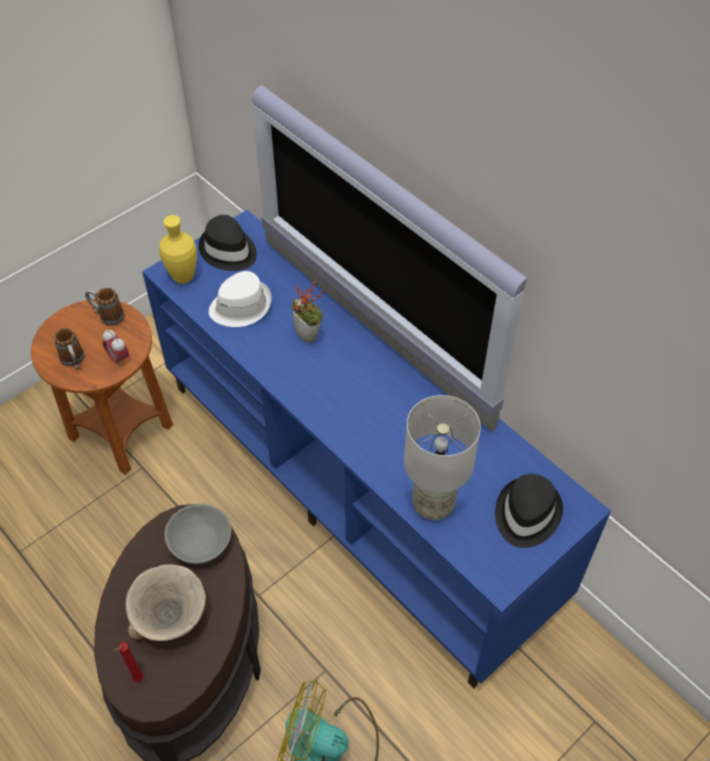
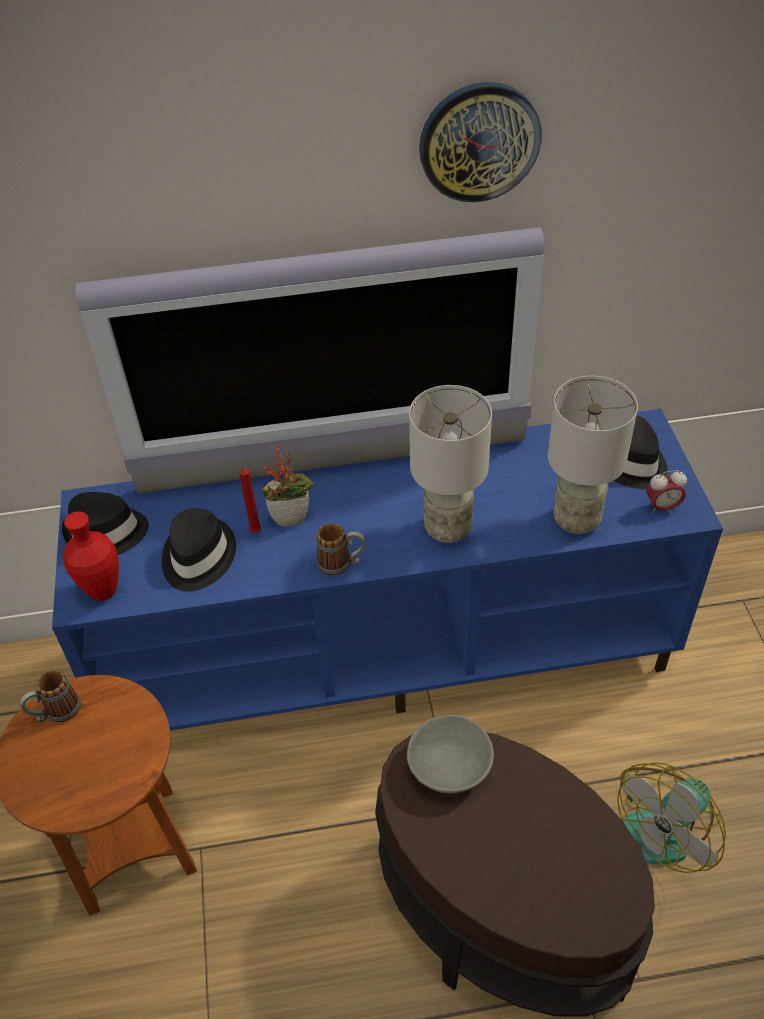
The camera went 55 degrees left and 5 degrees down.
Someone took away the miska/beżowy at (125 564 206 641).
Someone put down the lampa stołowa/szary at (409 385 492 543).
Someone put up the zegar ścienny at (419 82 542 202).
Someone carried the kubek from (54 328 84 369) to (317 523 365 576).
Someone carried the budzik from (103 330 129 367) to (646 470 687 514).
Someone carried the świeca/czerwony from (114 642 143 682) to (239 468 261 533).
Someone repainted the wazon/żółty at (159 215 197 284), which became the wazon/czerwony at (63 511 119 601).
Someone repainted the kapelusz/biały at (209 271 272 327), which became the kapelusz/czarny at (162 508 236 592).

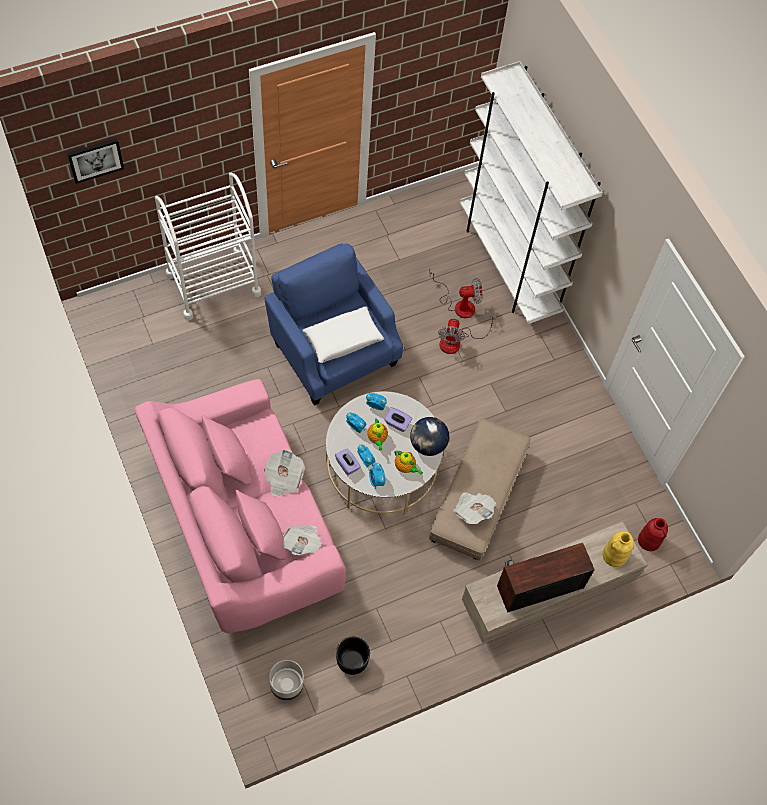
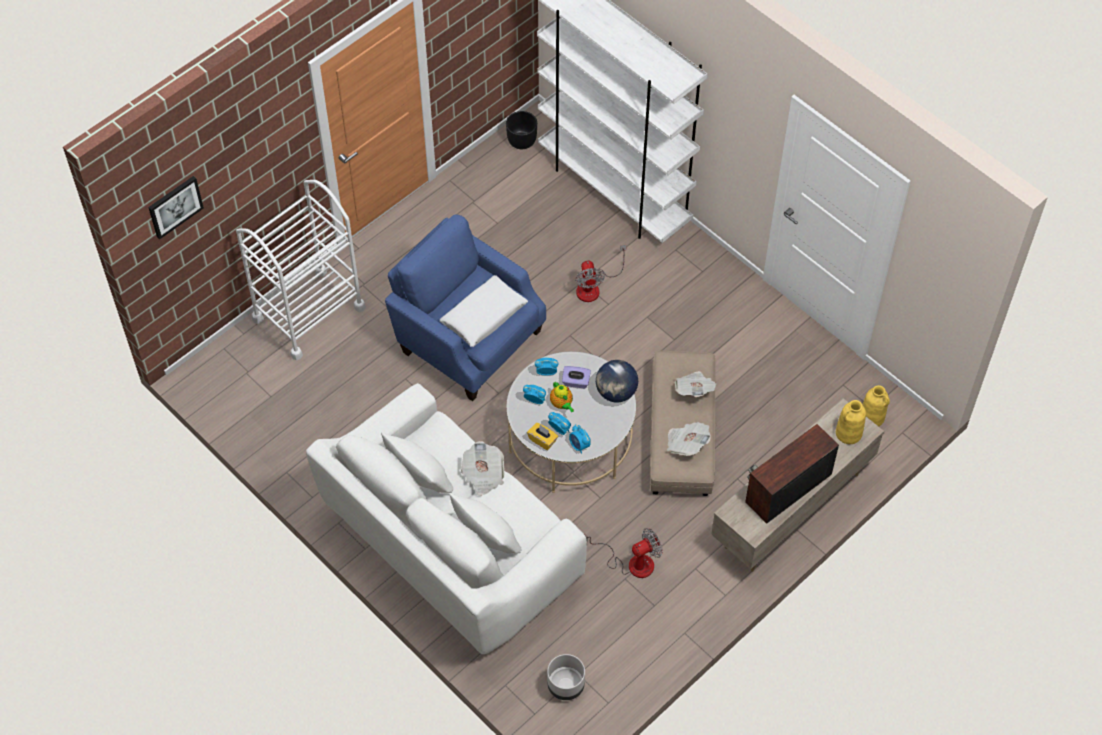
The camera went 15 degrees left and 5 degrees down.
Someone took away the imbryk at (394 450 423 475).
Someone carried the gazeta from (282 525 322 555) to (675 371 717 397).
Someone carried the donica/czarny from (336 637 370 675) to (506 111 537 149).
Someone carried the wentylator from (429 270 483 318) to (584 528 663 578).
Someone repainted the kanapa/różowy at (134 379 346 633), which became the kanapa/biały at (306 383 587 654).
Someone repainted the pudełko chusteczek/fioletowy at (335 449 361 476), which became the pudełko chusteczek/żółty at (527 423 558 450).
Someone repainted the wazon/czerwony at (638 518 668 551), which became the wazon/żółty at (862 385 890 426).

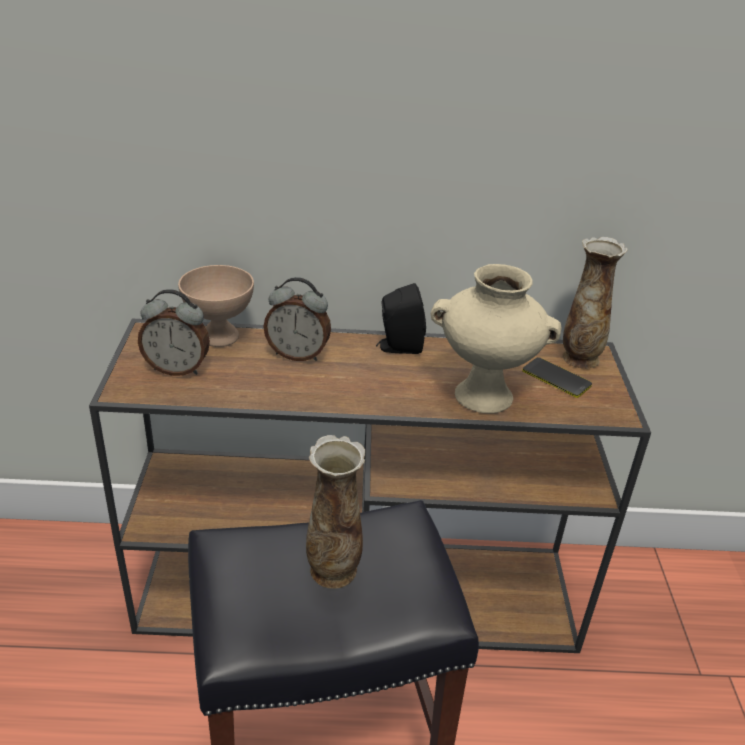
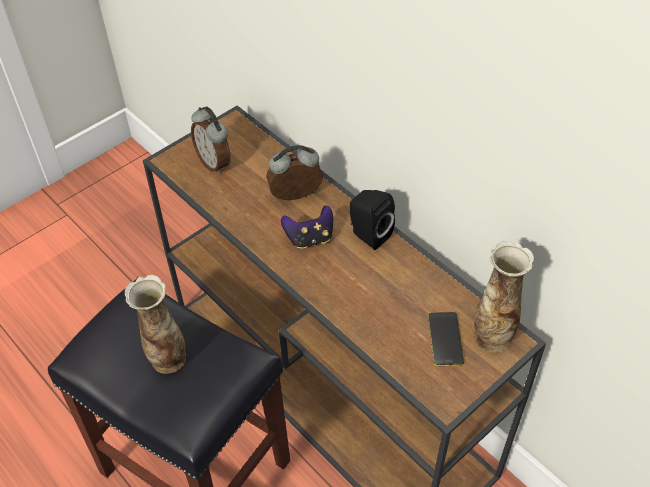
The camera went 50 degrees right and 15 degrees up.
Someone took away the miska/beżowy at (178 265 254 347).
Someone took away the wazon/beżowy at (431 264 562 413).
Someone put down the pad do gier at (281 205 333 249).
Someone rotated the budzik at (263 277 331 361) by 105 degrees clockwise.

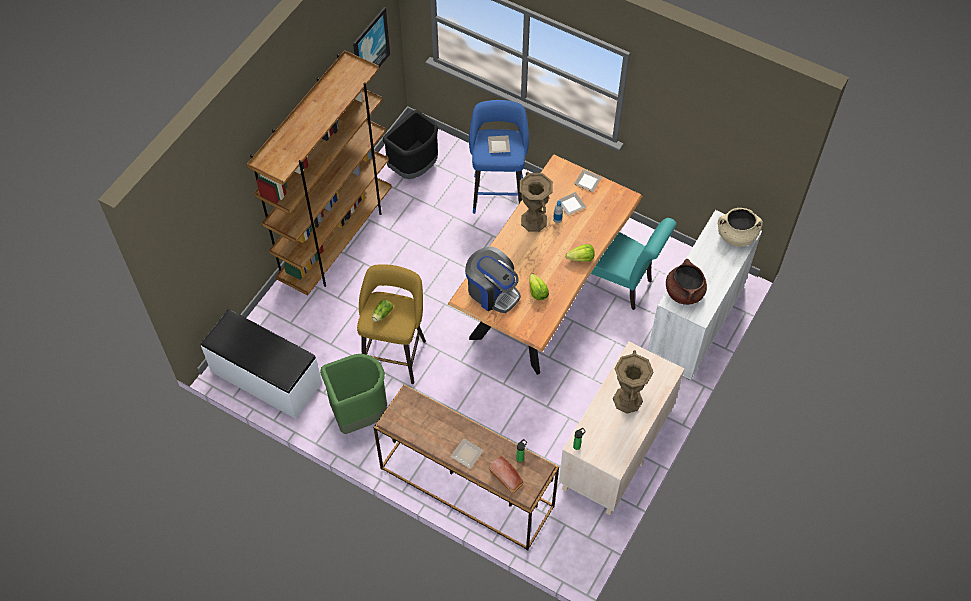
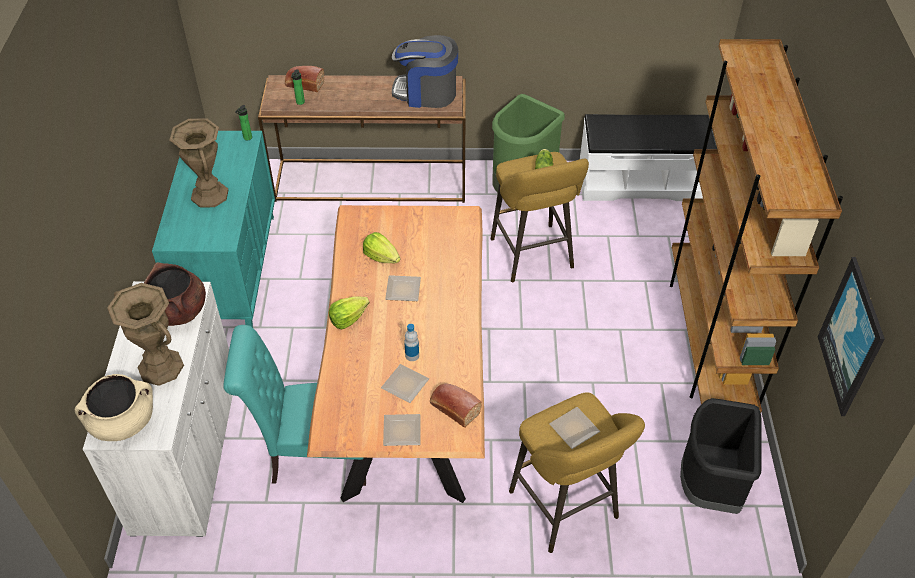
The camera went 150 degrees right and 10 degrees down.
Someone put down the chleb at (430 383 482 428).
Someone carried the talerz from (450 438 484 469) to (385 275 421 301).
Someone carried the ekspres do kawy from (465 247 521 313) to (392 35 458 108).
Someone carried the wazon/brązowy from (519 172 553 232) to (107 283 184 386).
Someone repainted the stołek/niebieski at (469 100 529 214), which became the stołek/żółty at (509 392 645 553).
Someone repainted the komoda/beżowy at (559 341 684 515), which became the komoda/turkusowy at (152 131 275 327).

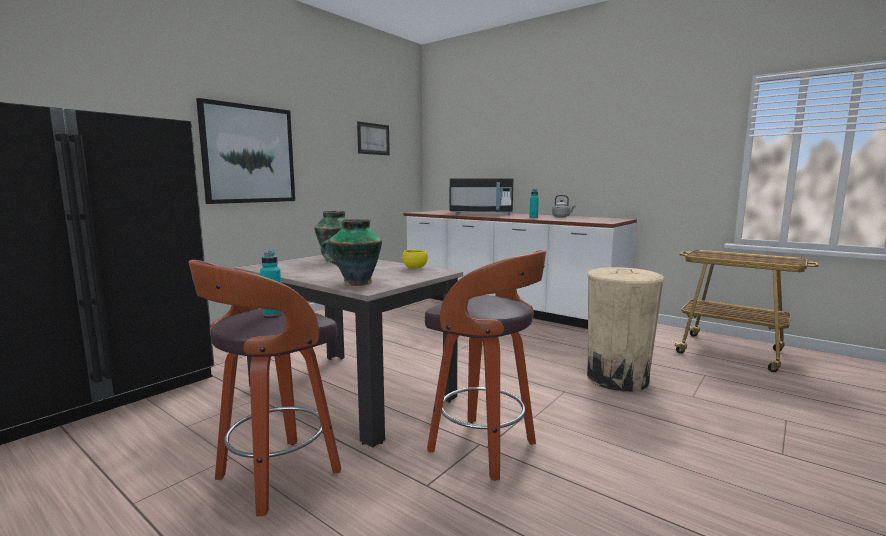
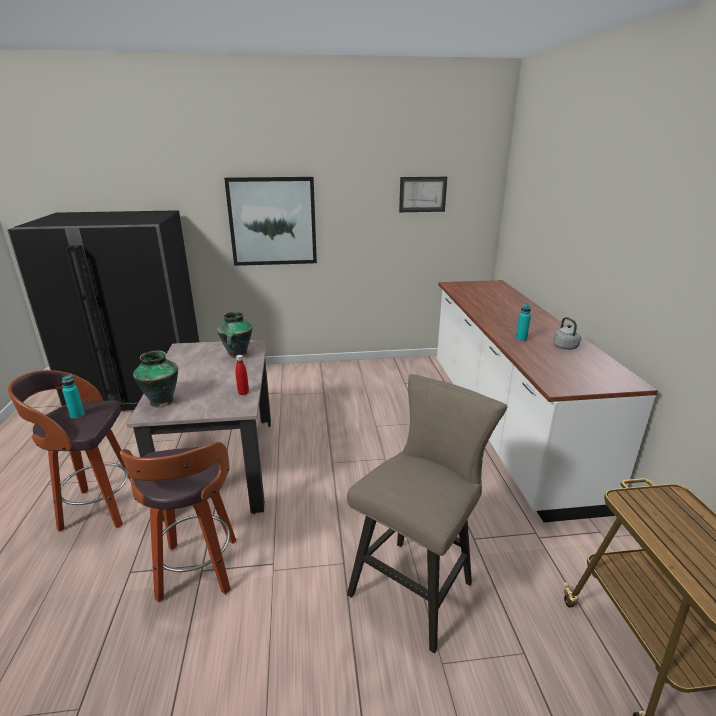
The camera went 45 degrees right and 15 degrees up.
Someone took away the mikrofalówka/czarny at (450 178 513 215).
Someone swapped the miska/żółty at (402 250 428 269) for the butelka/czerwony at (236 355 249 395).
Someone swapped the kosz na śmieci/beżowy at (587 267 665 392) for the stołek/beżowy at (347 374 507 654).

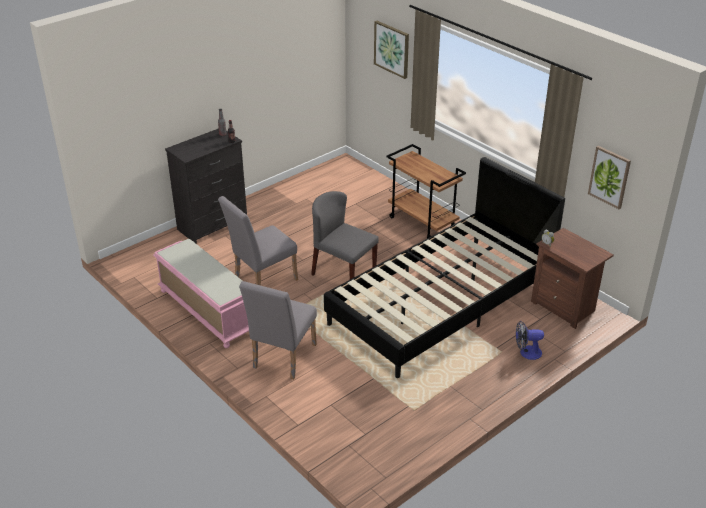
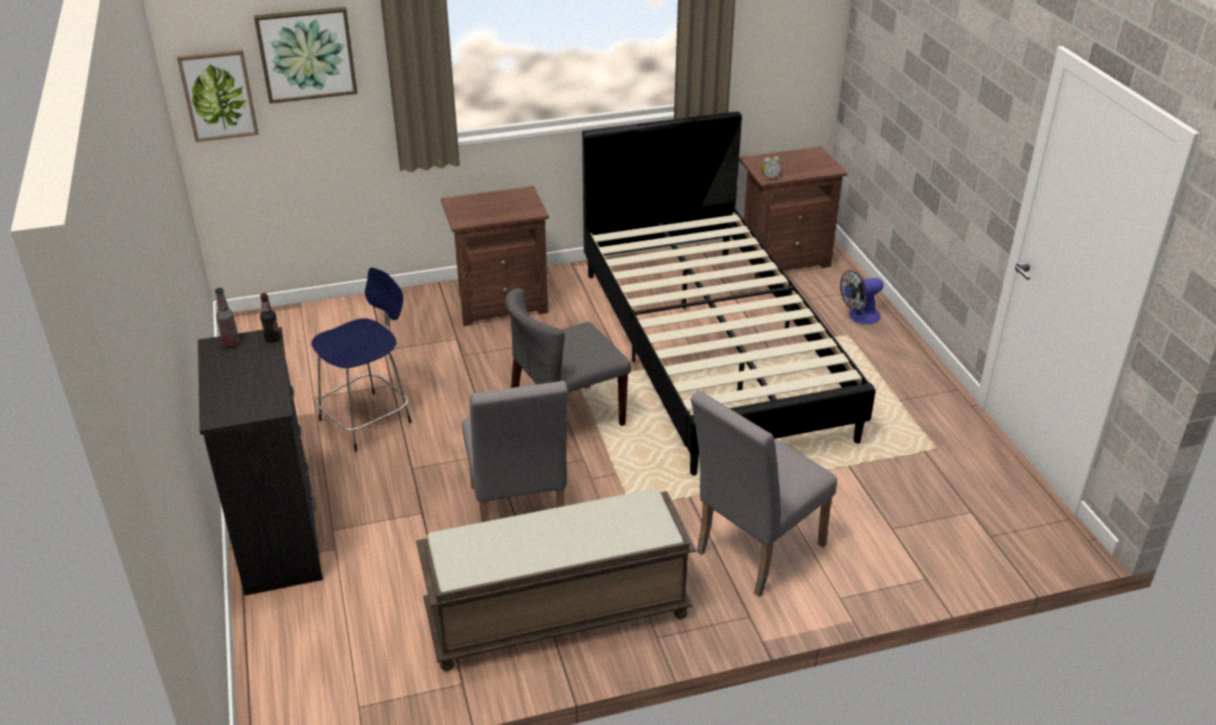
The camera went 65 degrees left and 0 degrees up.
Someone put down the stołek/niebieski at (311 268 412 452).
Someone carried the obraz from (588 146 631 209) to (177 49 259 142).
Someone swapped the wózek/brązowy at (386 144 466 238) for the szafka nocna/brązowy at (441 186 549 326).
Someone repainted the ławka/różowy at (153 239 249 348), which became the ławka/brązowy at (416 489 696 671).
Someone rotated the krzesło/szary at (239 281 317 379) by 90 degrees clockwise.
Someone rotated the wentylator at (516 321 544 360) by 45 degrees clockwise.

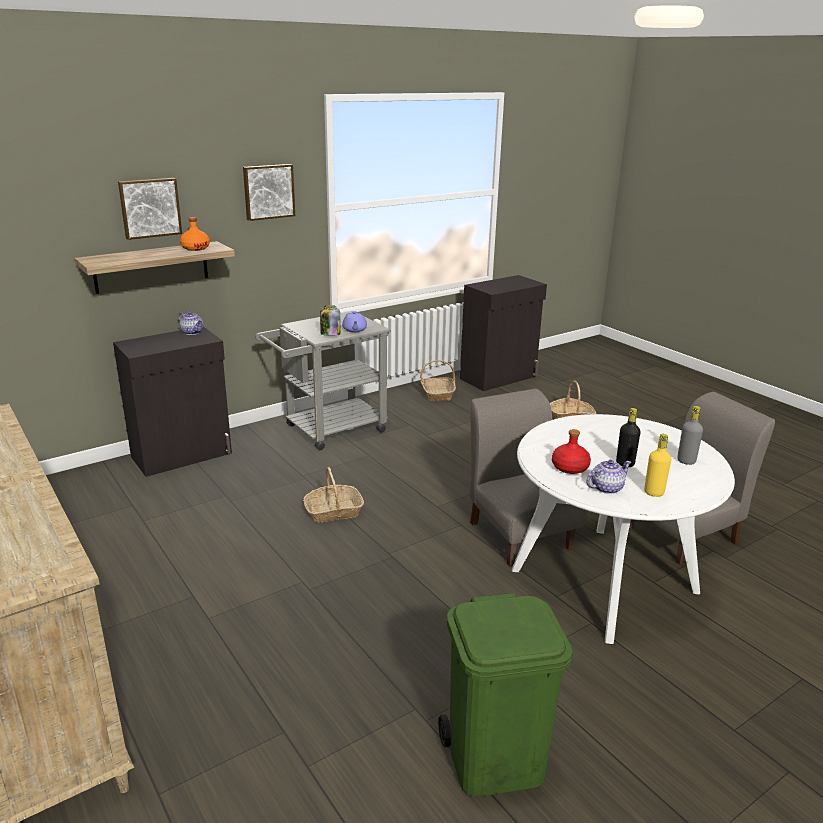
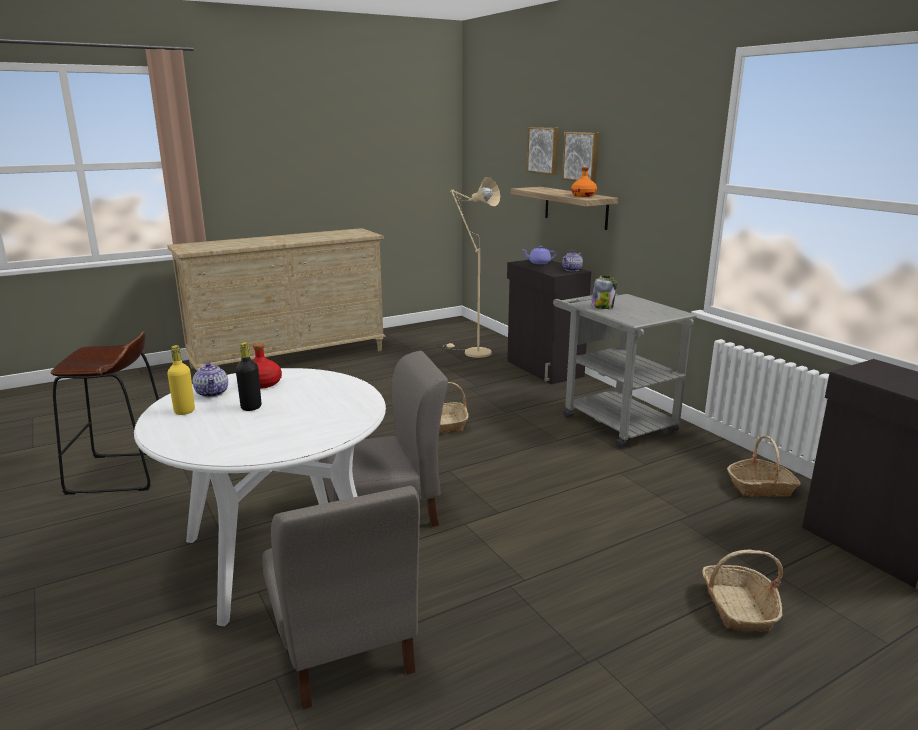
The camera went 95 degrees right and 5 degrees down.
Someone took away the butelka/szary at (677 406 703 465).
Someone put down the lampa stojąca/beżowy at (443 177 500 358).
Someone carried the obraz from (243 164 295 221) to (527 127 559 175).
Someone carried the imbryk/fioletowy from (342 311 367 332) to (523 246 557 264).
Someone swapped the kosz na śmieci/zielony at (438 593 573 797) for the stołek/brązowy at (51 331 159 495).

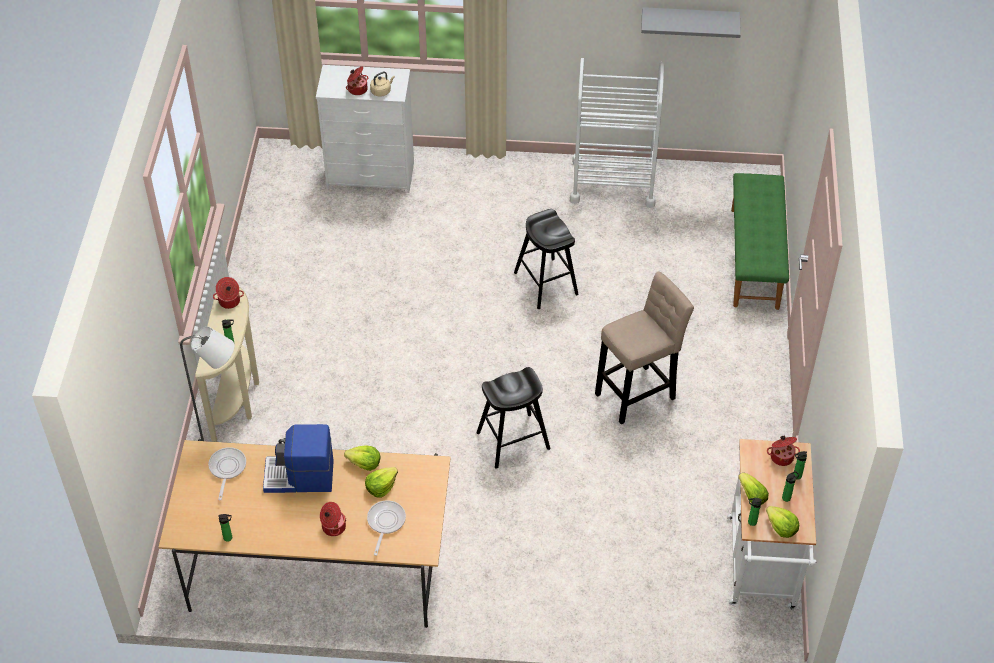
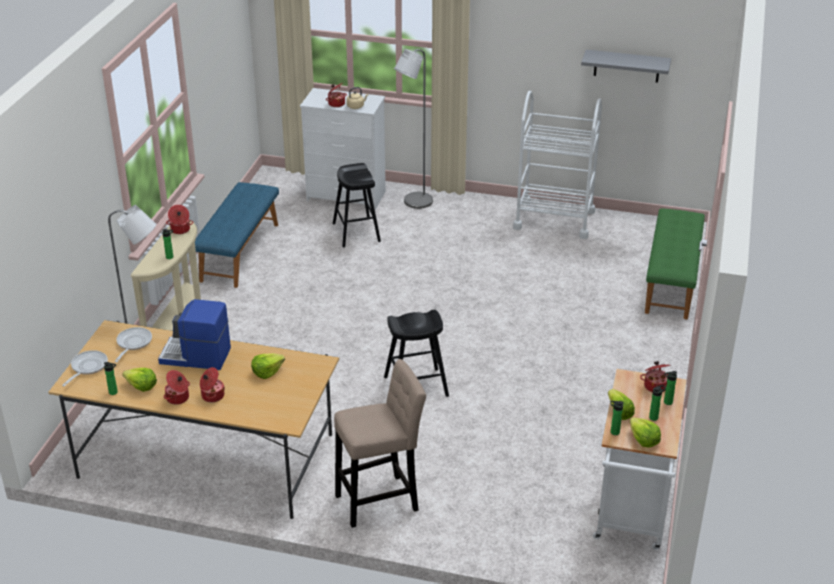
The camera went 10 degrees right and 15 degrees down.
Someone put down the garnek at (164 370 190 405).
Someone put down the ławka/niebieski at (195 182 279 288).
Someone put down the lampa stojąca/szary at (394 49 433 209).
Someone carried the sałata from (344 445 381 471) to (122 368 157 392).
Someone carried the patelnia from (367 500 406 556) to (62 350 108 386).
Someone carried the stołek/czarny from (514 209 578 309) to (333 163 381 247).
Someone carried the stołek/beżowy from (595 272 694 425) to (334 359 426 528).

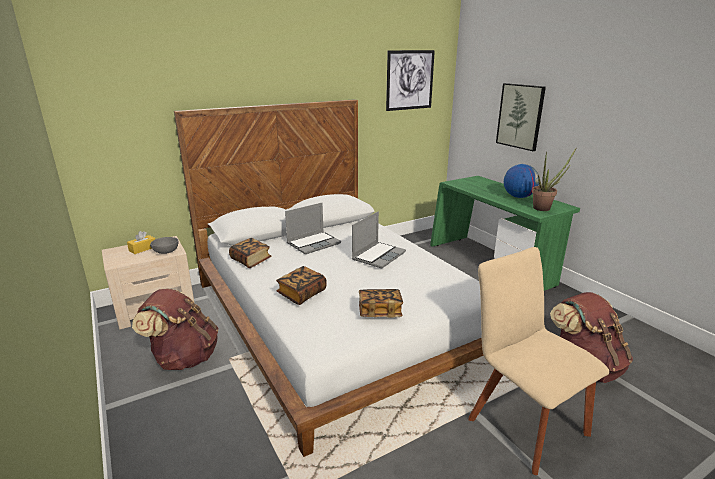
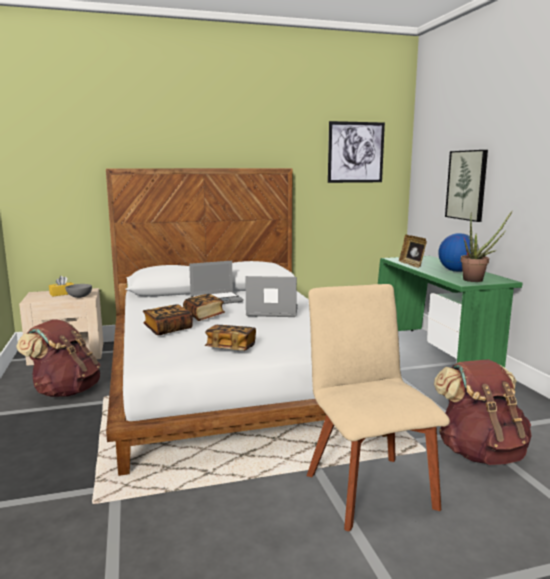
The camera went 15 degrees right and 10 degrees down.
Someone put down the ramka na zdjęcie at (399 235 427 268).
Someone carried the książka from (229 238 272 268) to (183 294 225 321).
Someone rotated the laptop at (352 211 406 269) by 135 degrees counterclockwise.

